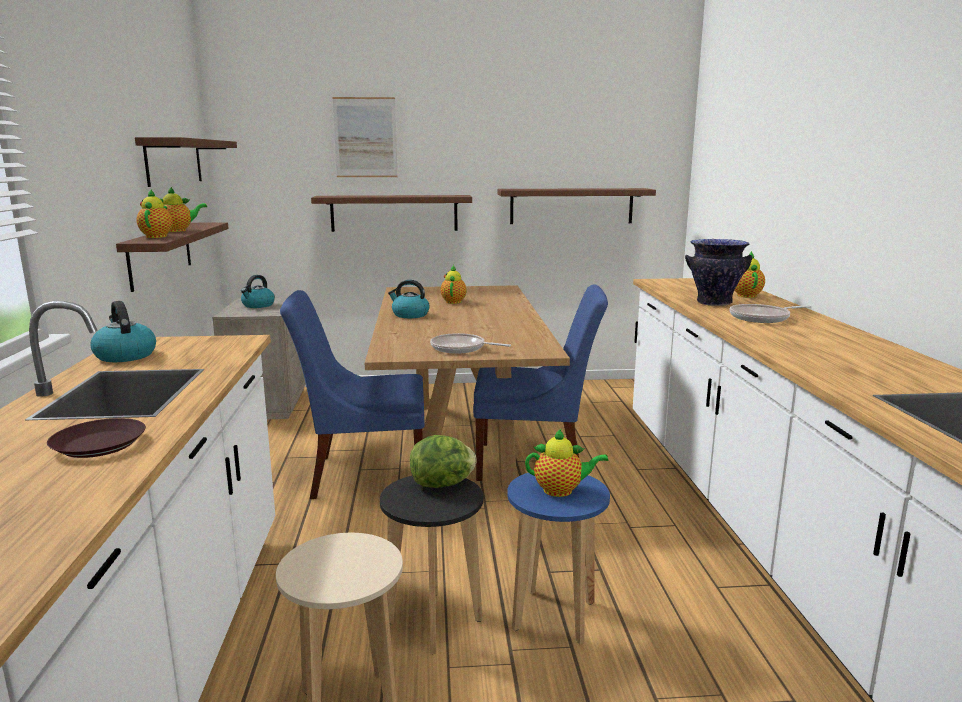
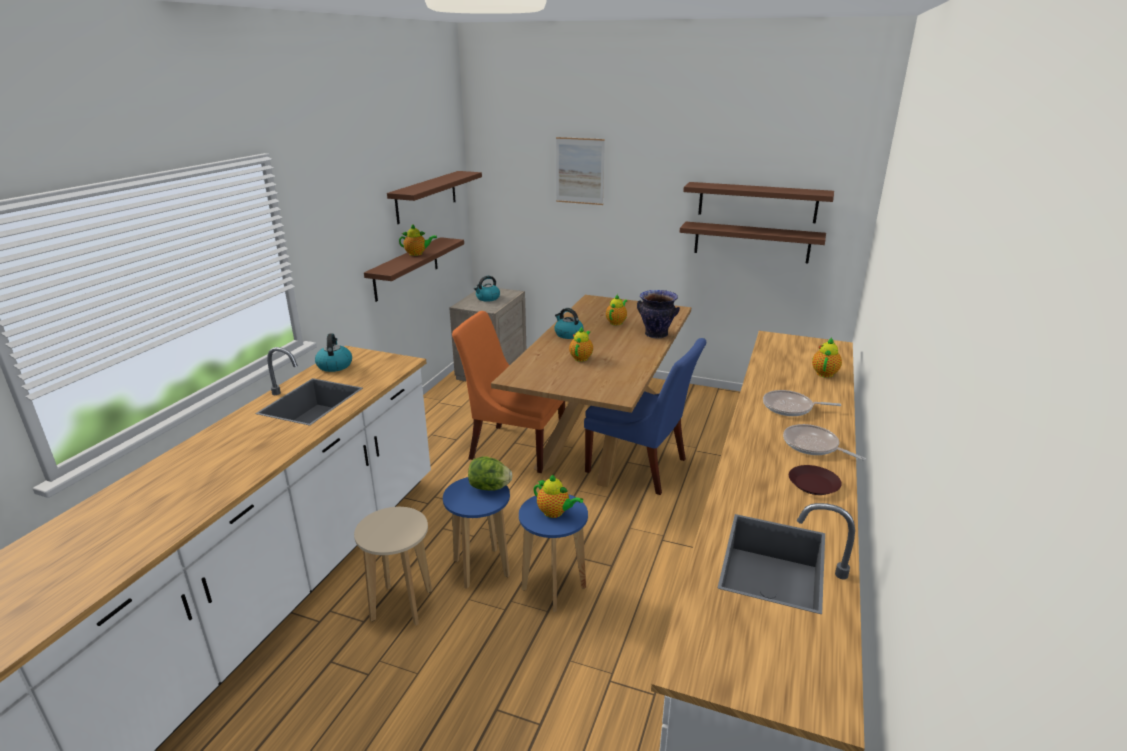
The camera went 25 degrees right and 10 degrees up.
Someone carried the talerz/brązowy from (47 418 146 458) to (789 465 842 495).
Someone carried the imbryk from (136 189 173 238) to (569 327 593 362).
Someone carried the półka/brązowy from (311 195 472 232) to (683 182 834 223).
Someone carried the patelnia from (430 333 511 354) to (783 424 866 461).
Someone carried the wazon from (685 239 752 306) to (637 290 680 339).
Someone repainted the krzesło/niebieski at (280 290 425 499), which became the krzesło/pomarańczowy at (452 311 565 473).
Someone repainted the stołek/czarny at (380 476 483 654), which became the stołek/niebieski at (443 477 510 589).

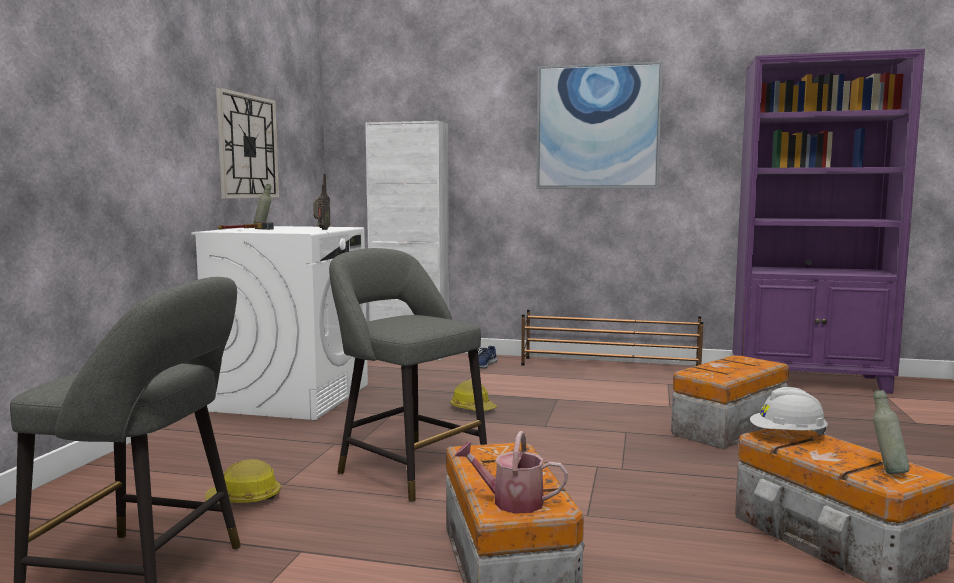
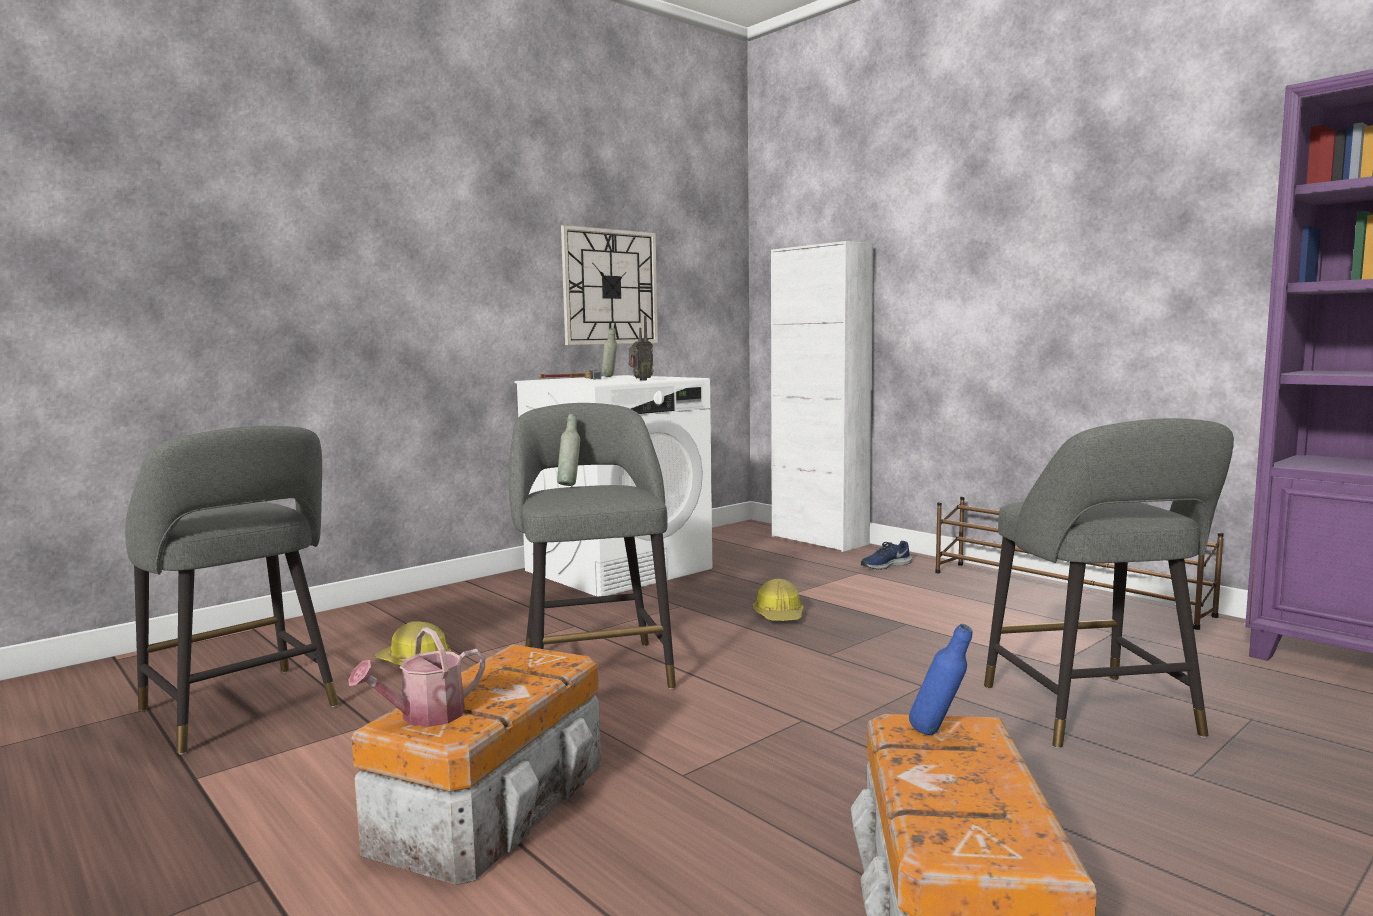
The camera went 35 degrees right and 0 degrees up.
Someone took away the obraz at (536 61 663 189).
Someone carried the butelka/szary from (873 390 909 474) to (557 414 580 486).
Someone swapped the pojemnik do przechowywania at (671 356 789 450) for the stołek/szary at (984 418 1234 749).
Someone swapped the kask/biały at (750 387 828 436) for the butelka/niebieski at (909 624 972 735).
Someone rotated the konewka at (454 431 568 514) by 90 degrees counterclockwise.

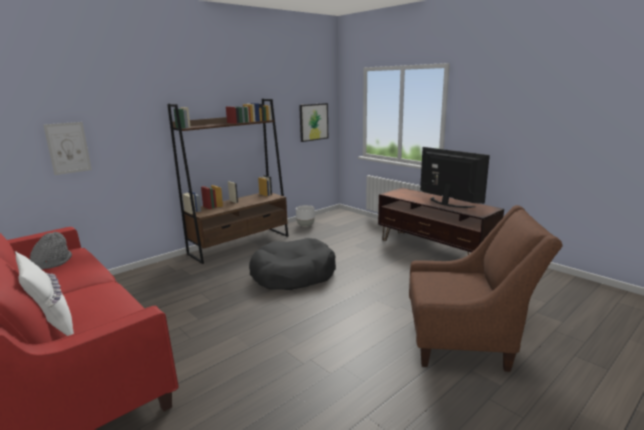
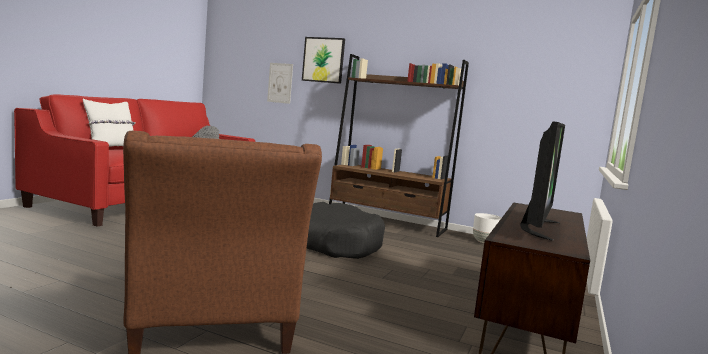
The camera went 65 degrees right and 10 degrees down.
Someone carried the obraz from (299 103 328 142) to (302 37 345 84).

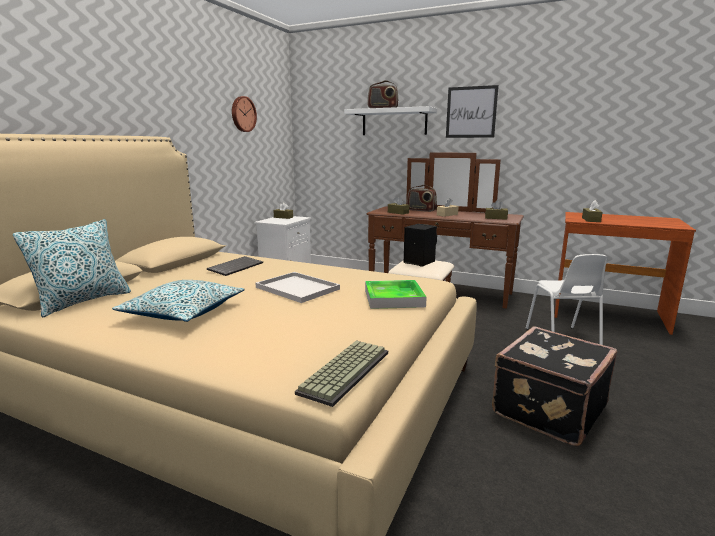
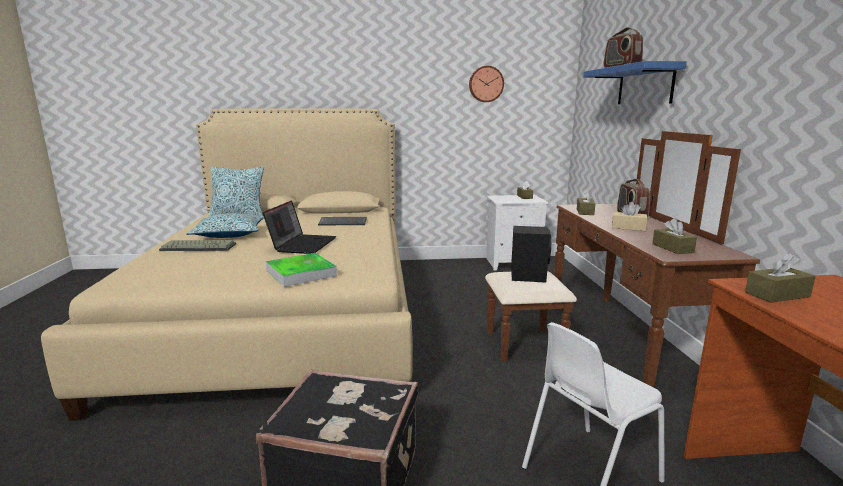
The camera went 60 degrees right and 0 degrees up.
Someone took away the obraz at (446 85 499 138).
Someone carried the klawiatura from (295 340 388 407) to (159 240 236 251).
Someone swapped the taca/biały at (256 272 340 303) for the laptop at (263 200 336 254).
Someone repainted the półka/biały at (344 106 437 135), which became the półka/niebieski at (583 61 687 104).

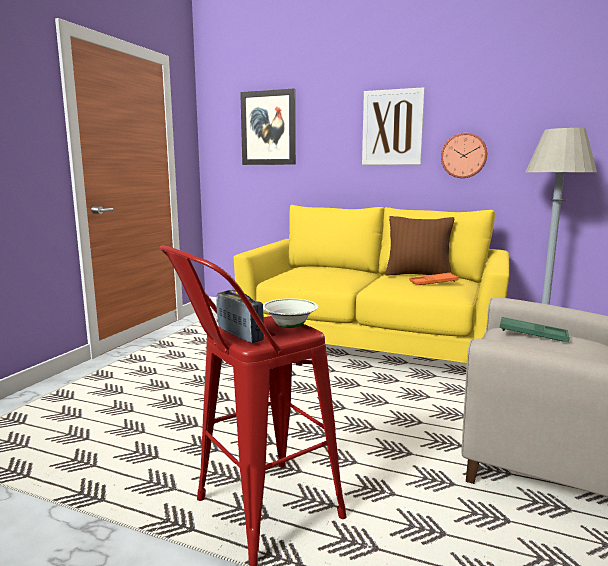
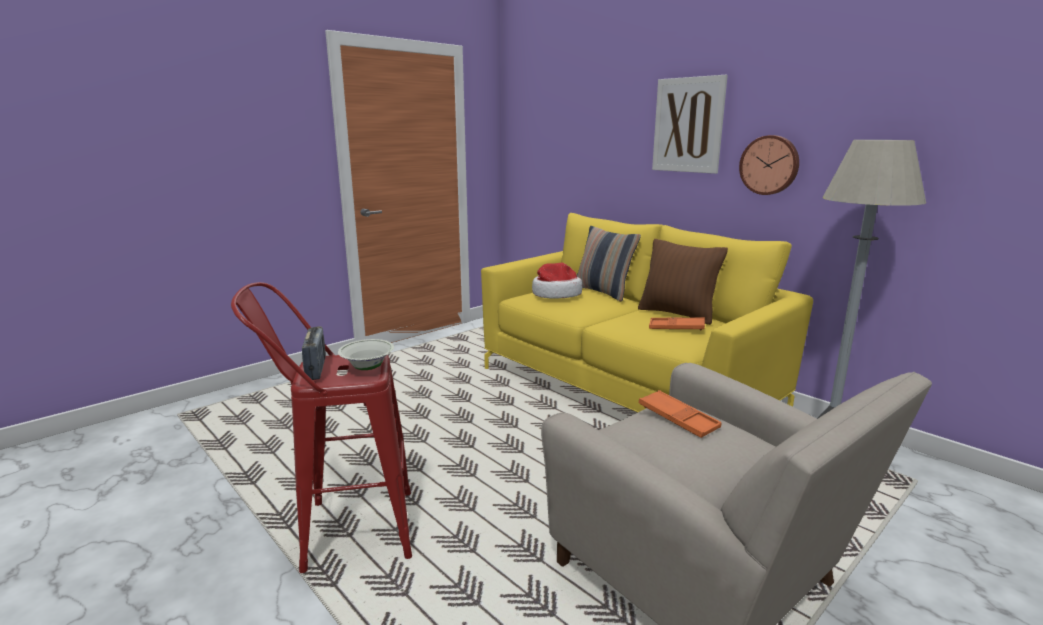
The camera went 25 degrees right and 5 degrees up.
Someone took away the obraz at (240 89 296 165).
Someone put down the kapelusz at (532 262 582 299).
Someone put down the poduszka at (577 226 641 301).
Someone repainted the taca/zielony at (499 317 570 342), which became the taca/pomarańczowy at (639 390 721 438).

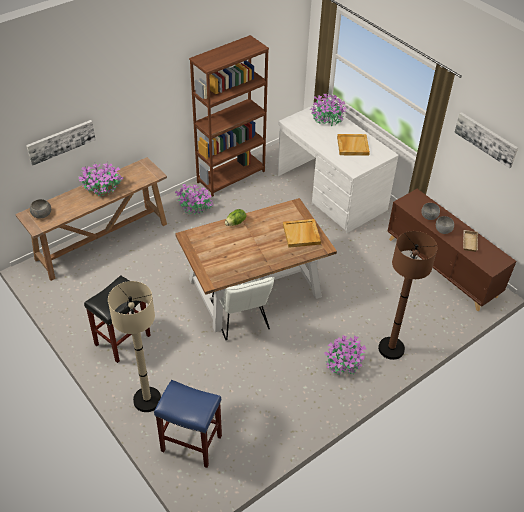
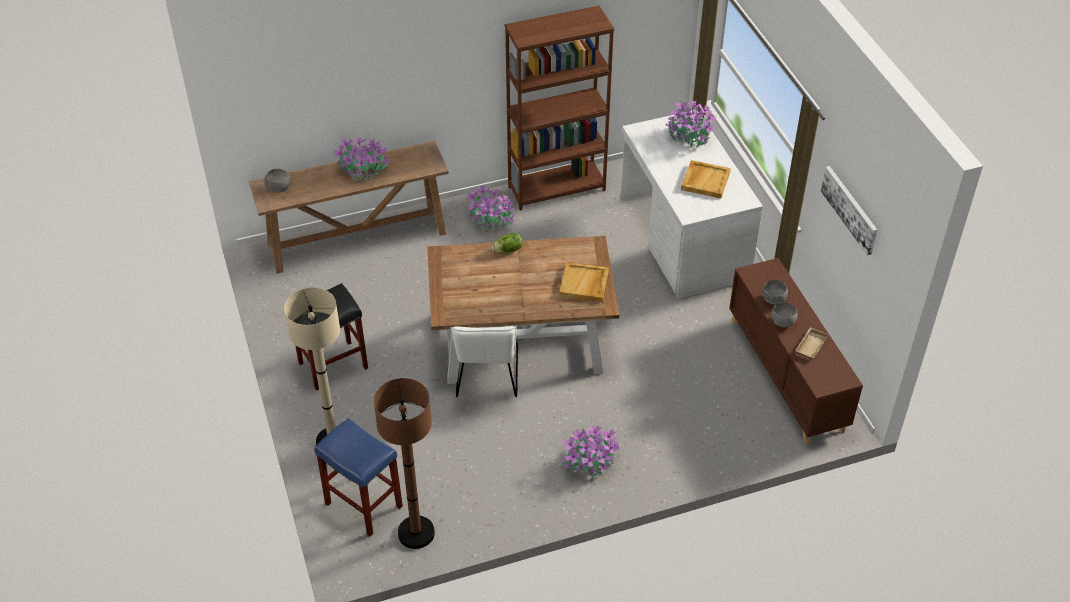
The camera went 20 degrees right and 0 degrees up.
Someone took away the obraz at (26 120 96 166).
Someone carried the lampa stojąca/brązowy from (378 231 437 360) to (374 378 435 549).

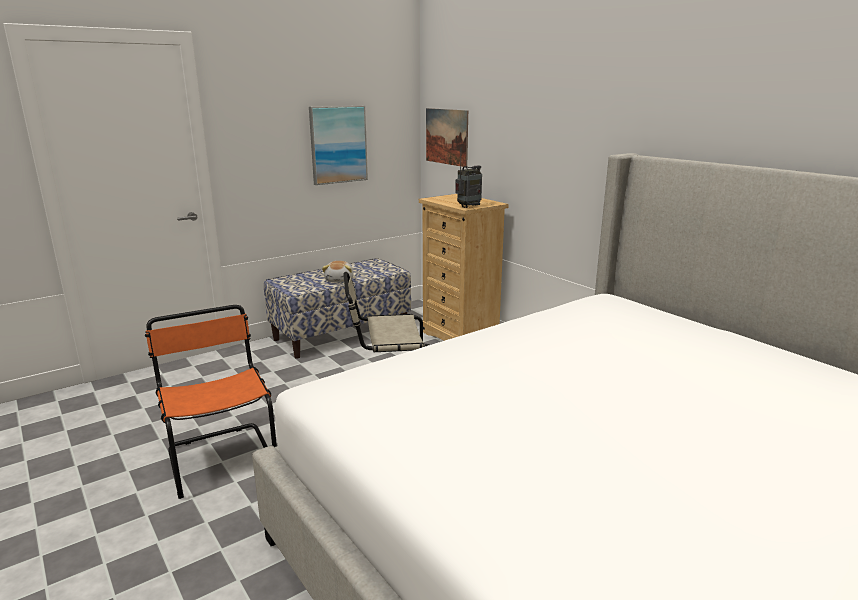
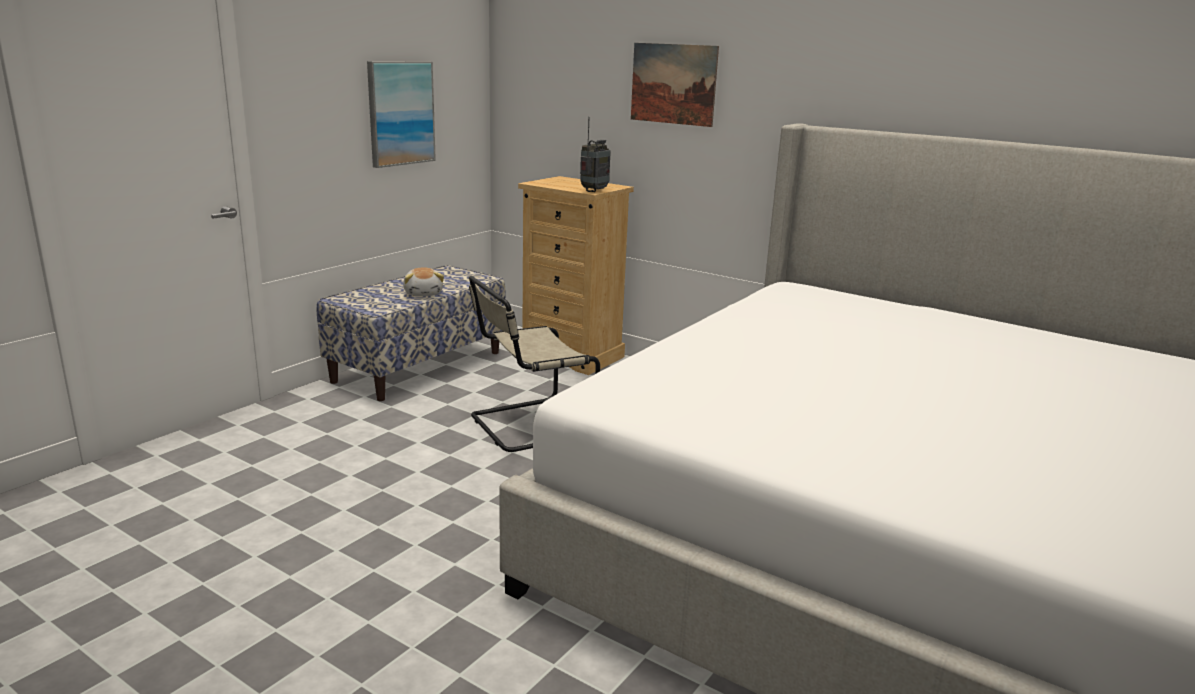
The camera went 20 degrees left and 0 degrees up.
Someone took away the krzesło/pomarańczowy at (145 305 277 499).
Someone carried the obraz from (426 108 468 167) to (631 43 719 127).

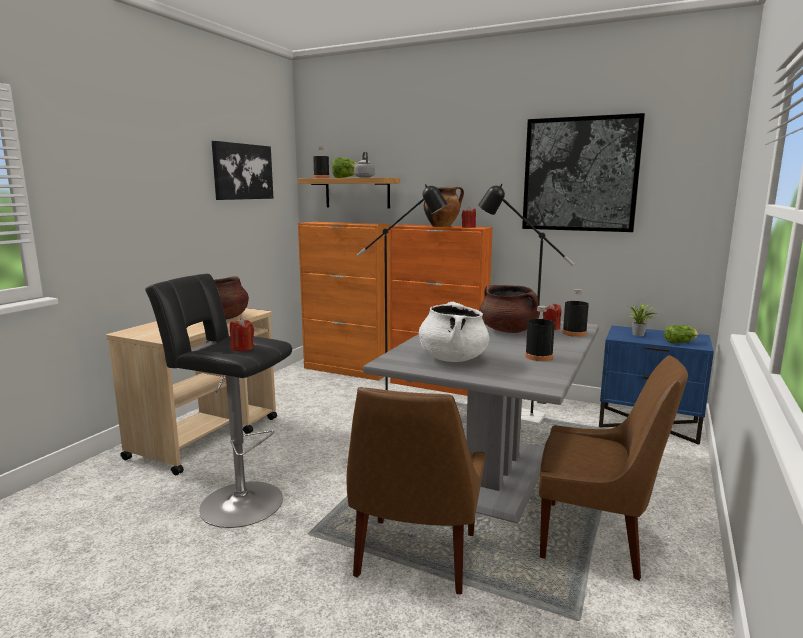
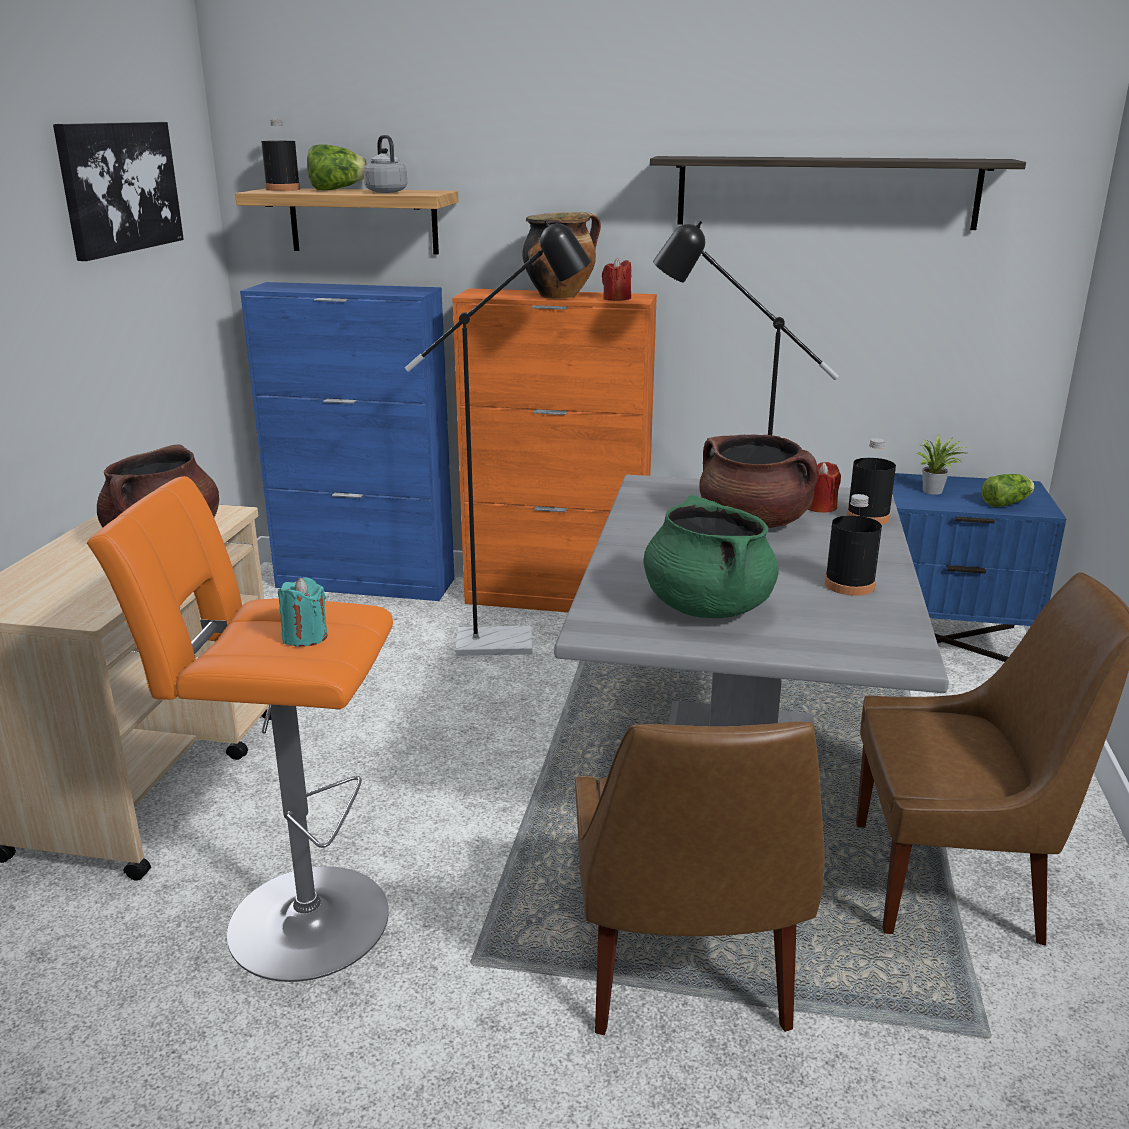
The camera went 15 degrees left and 10 degrees up.
Someone swapped the obraz at (522 113 645 232) for the półka at (650 156 1026 230).
Someone repainted the stołek/czarny at (145 274 292 528), which became the stołek/pomarańczowy at (87 476 393 982).
Someone repainted the świeca/czerwony at (230 318 254 351), which became the świeca/turkusowy at (278 577 327 647).
Someone repainted the szafka/pomarańczowy at (298 222 390 381), which became the szafka/niebieski at (240 282 455 601).
Someone repainted the garnek/biały at (419 302 490 362), which became the garnek/zielony at (643 495 778 618).

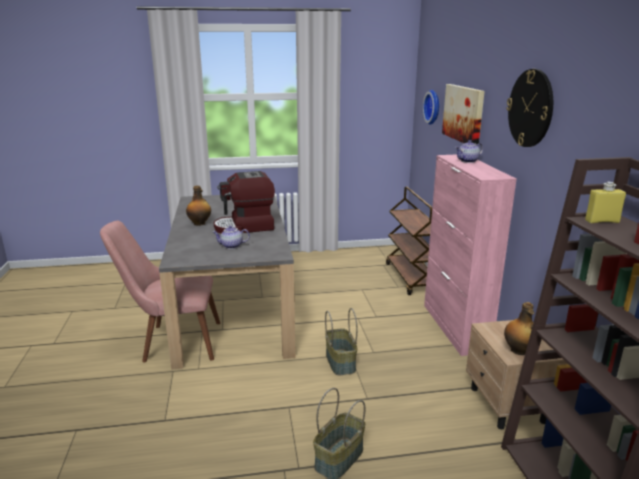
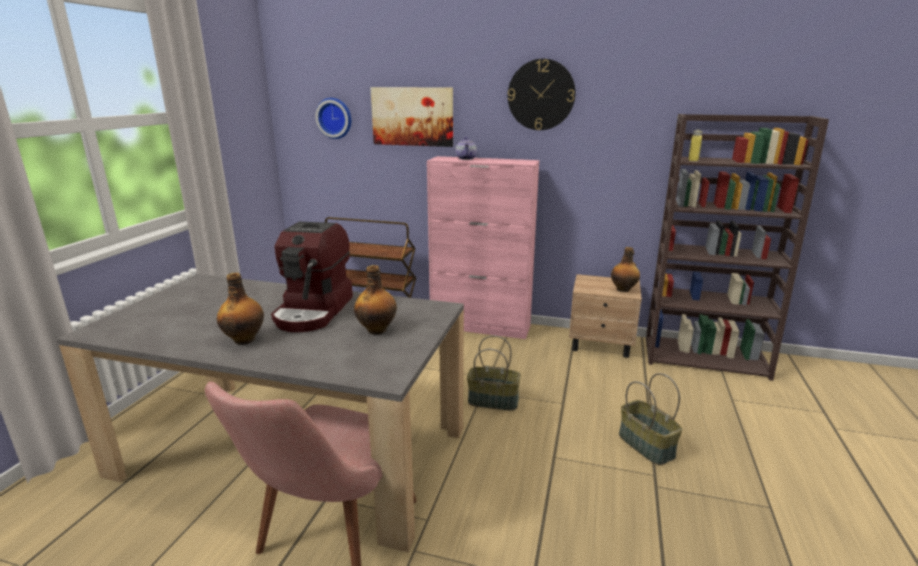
The camera went 65 degrees left and 0 degrees up.
Someone swapped the imbryk at (213 226 250 249) for the butelka at (354 265 397 335).

